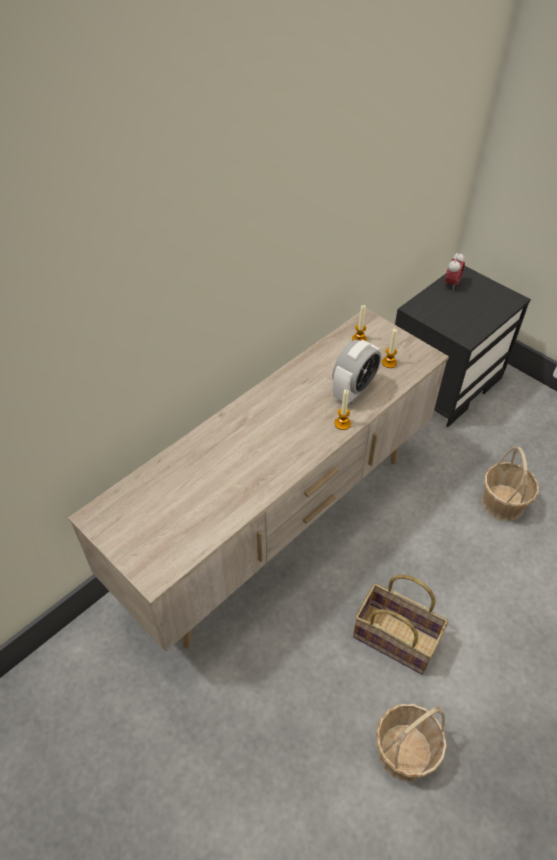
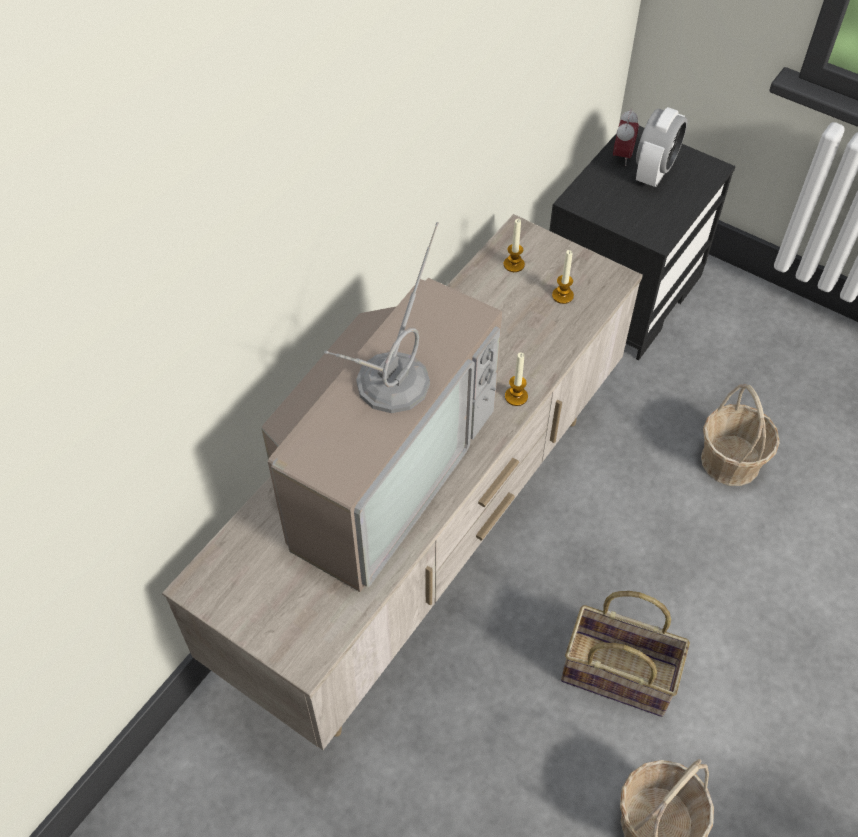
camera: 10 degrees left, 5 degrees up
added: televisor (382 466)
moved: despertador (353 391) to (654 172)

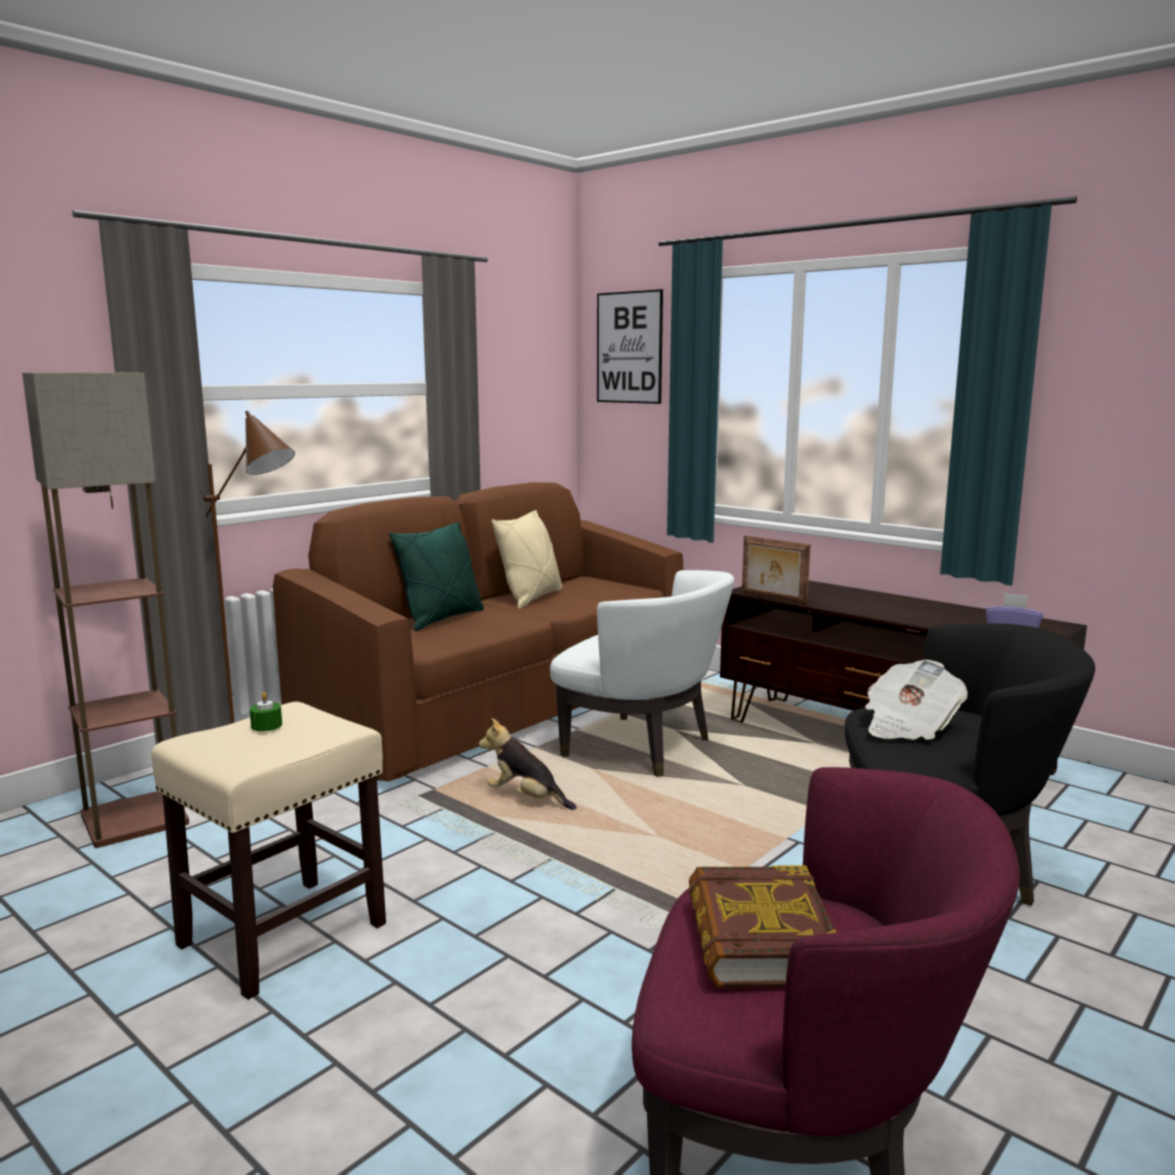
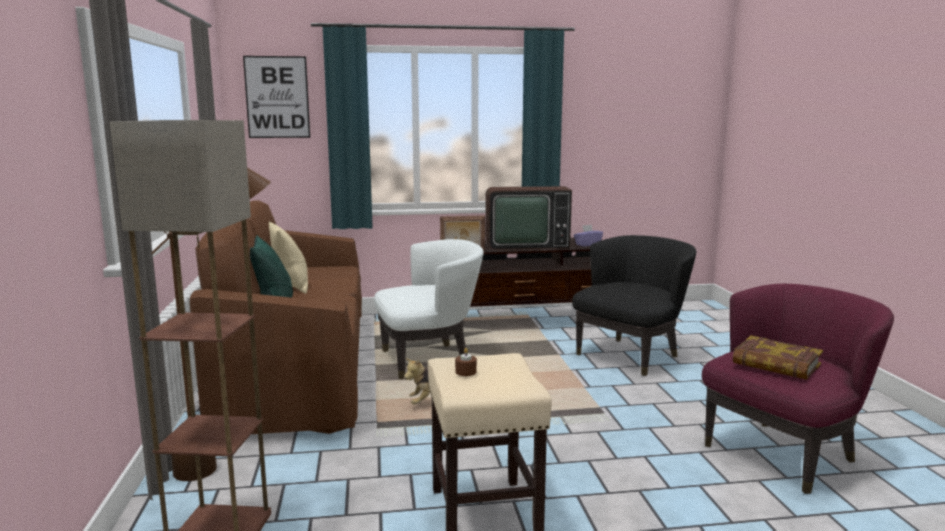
camera: 50 degrees left, 0 degrees up
removed: periódico (908 726)
added: televisor (525 244)
recoloured: vela [verde] (266 725) to vela [marrón] (466 372)

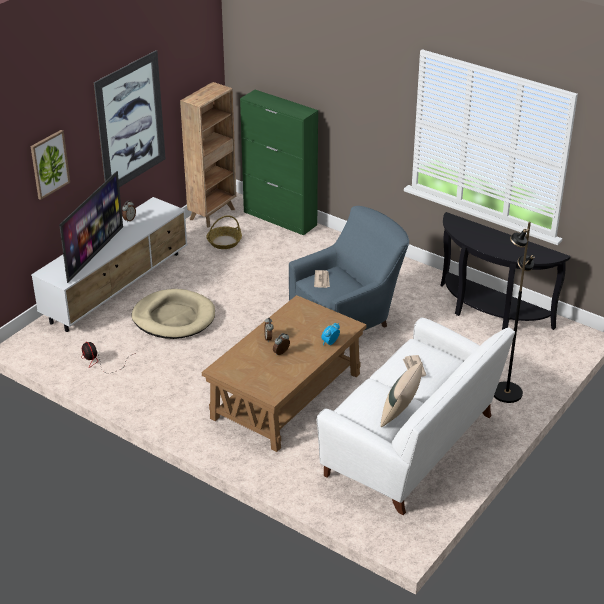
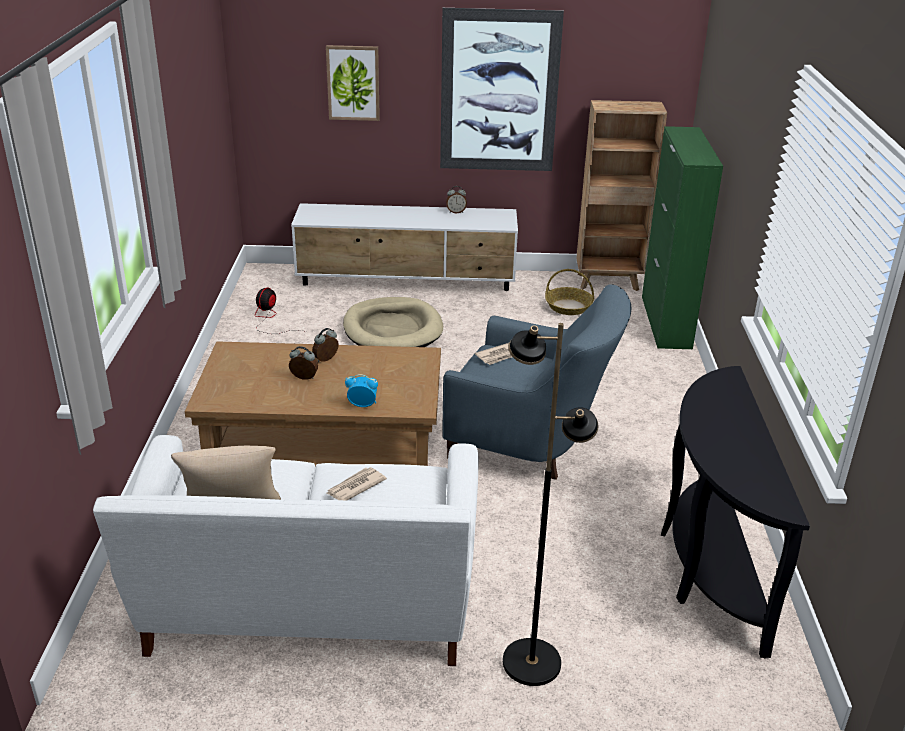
camera: 55 degrees right, 5 degrees down
removed: televisor (94 253)

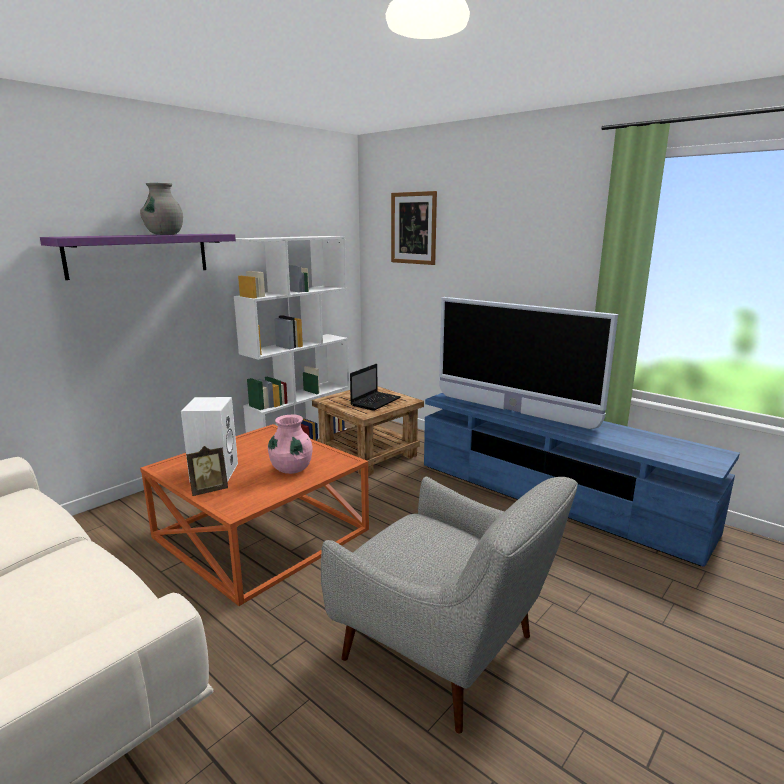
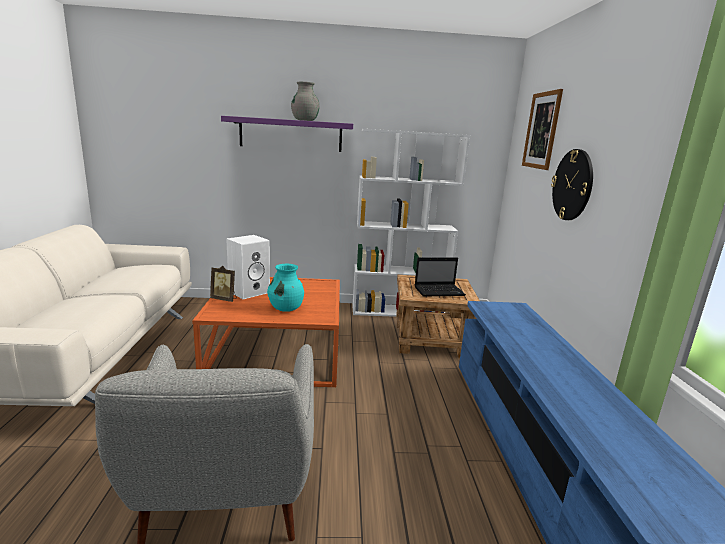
camera: 45 degrees right, 0 degrees up
removed: televisor (513 411)
added: reloj de pared (572 185)
recoloured: florero [rosa] (291 469) to florero [turquesa] (286 308)

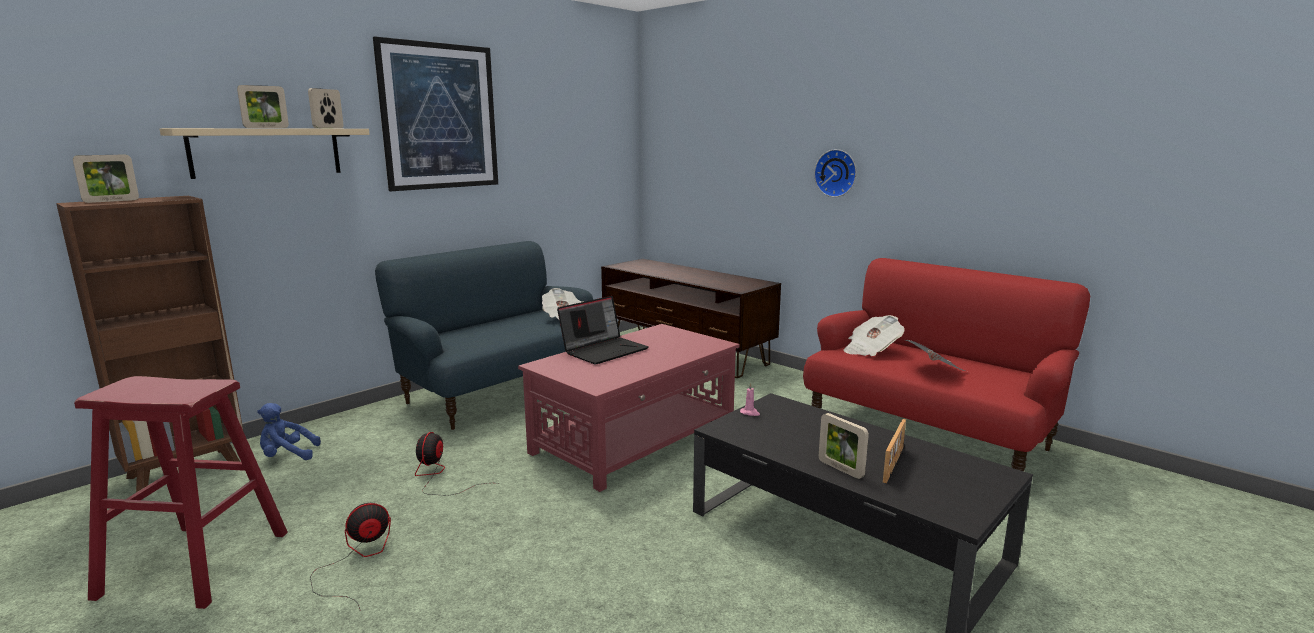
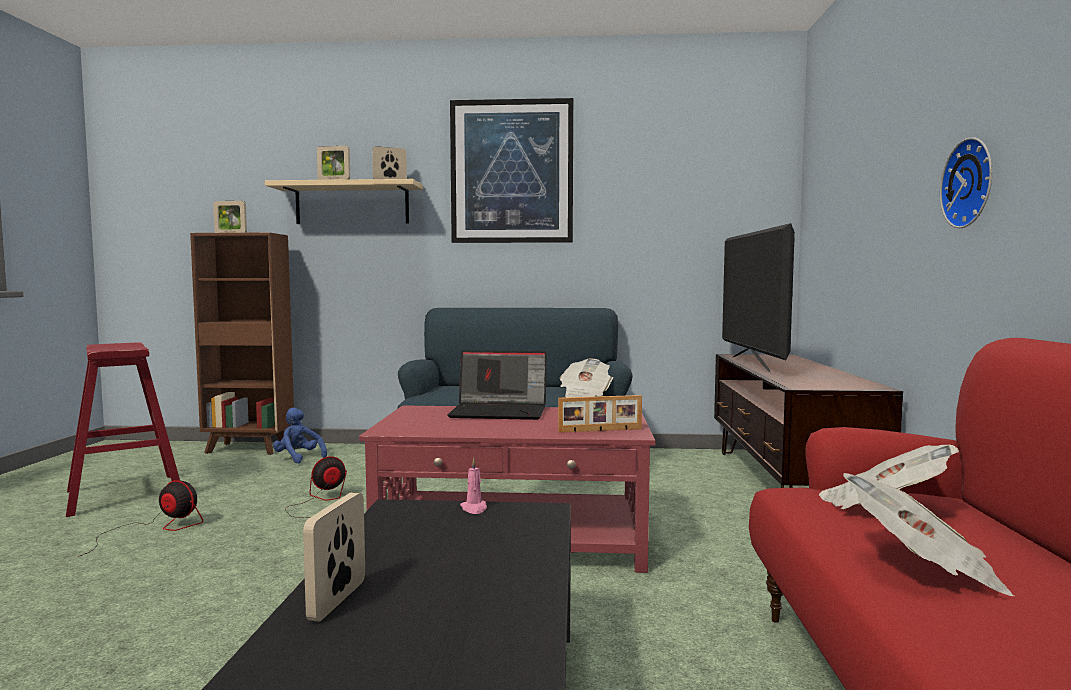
camera: 50 degrees right, 10 degrees down
added: televisor (751 364)
moved: portarretratos (894 465) to (600 430)

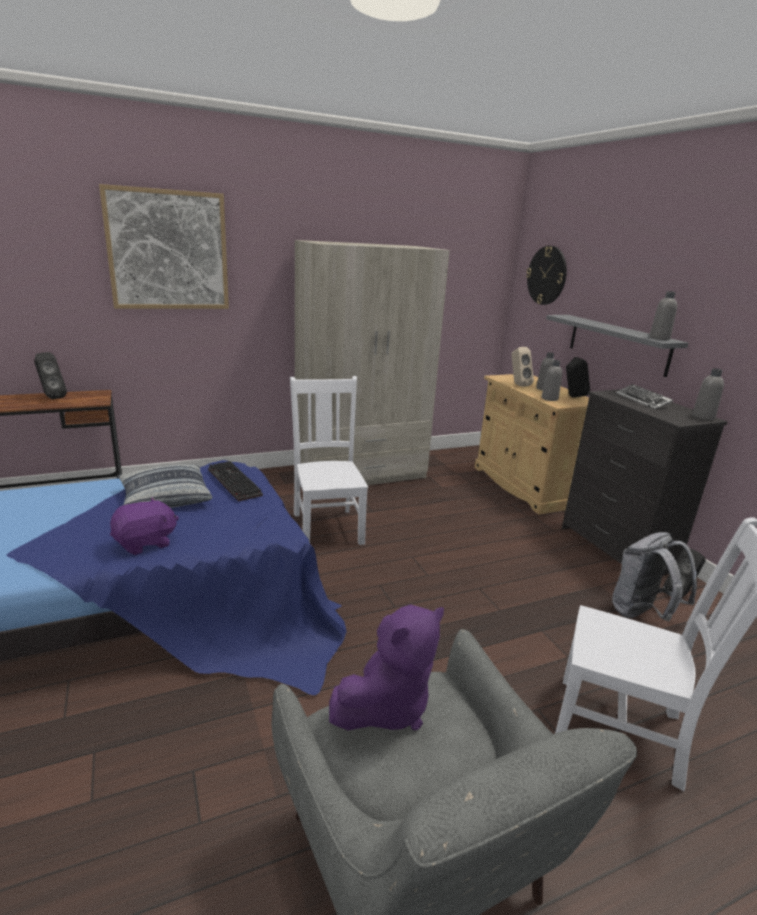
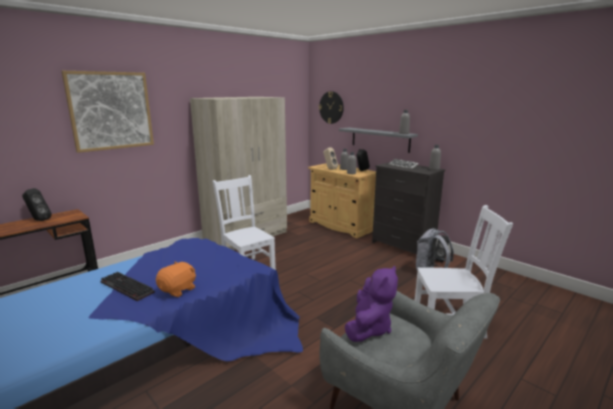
camera: 20 degrees left, 5 degrees down
removed: cojín (164 497)
moved: teclado (232 482) to (125 287)
recoloured: peluche [morado] (145 543) to peluche [naranja] (178 290)

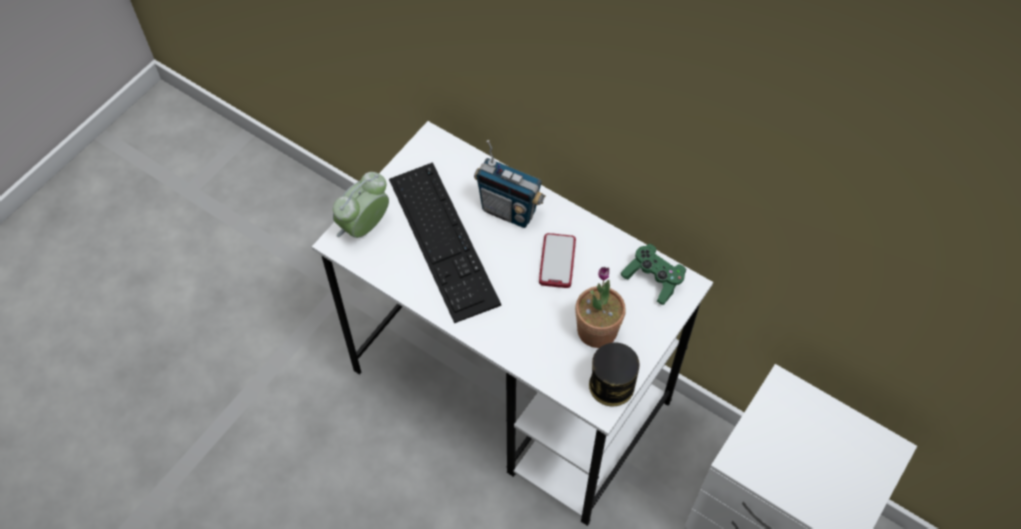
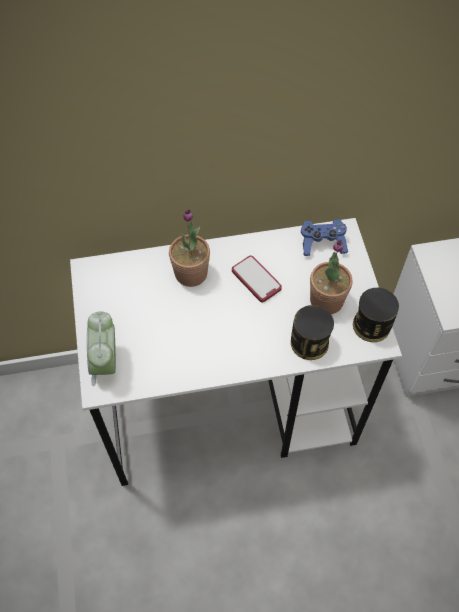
camera: 45 degrees left, 0 degrees up
removed: teclado (443 240)
added: lata (309 343)
replaced: radio (509 211) to planta en maceta (191 273)
recoloured: mando de consola [verde] (653 279) to mando de consola [azul] (322 243)

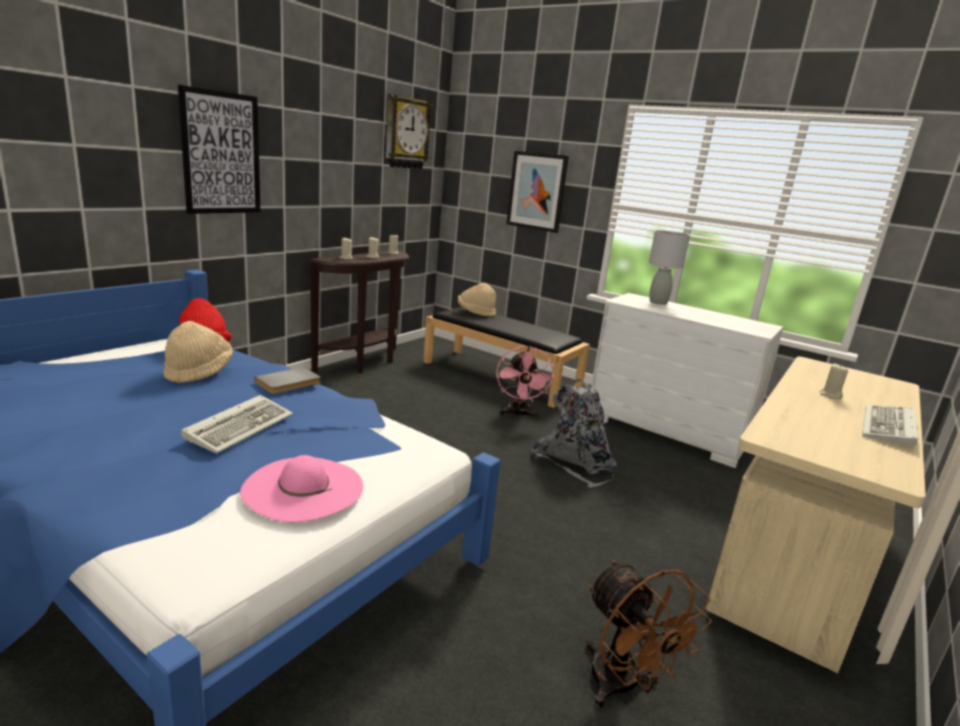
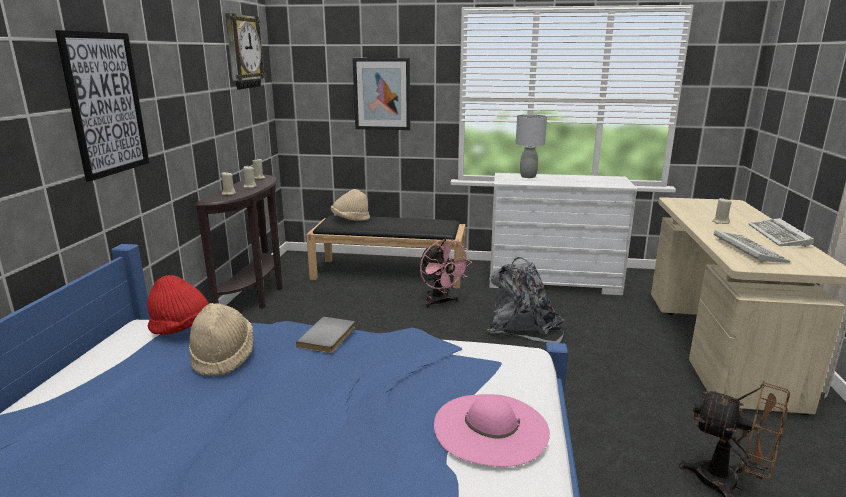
camera: 25 degrees left, 0 degrees up
moved: teclado (241 426) to (746 249)

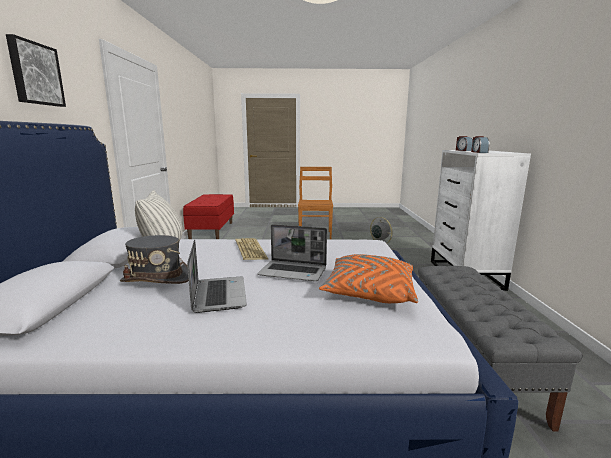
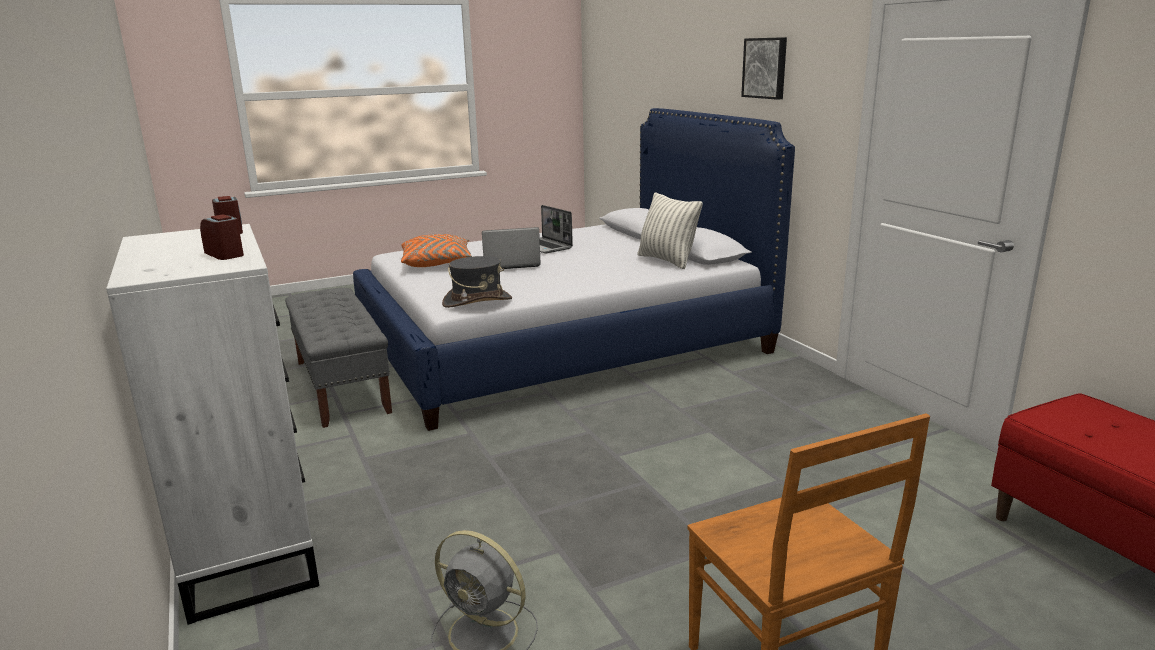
camera: 155 degrees right, 5 degrees up
removed: teclado (249 249)
moved: sombrero [gris] (157 279) to (477 301)

